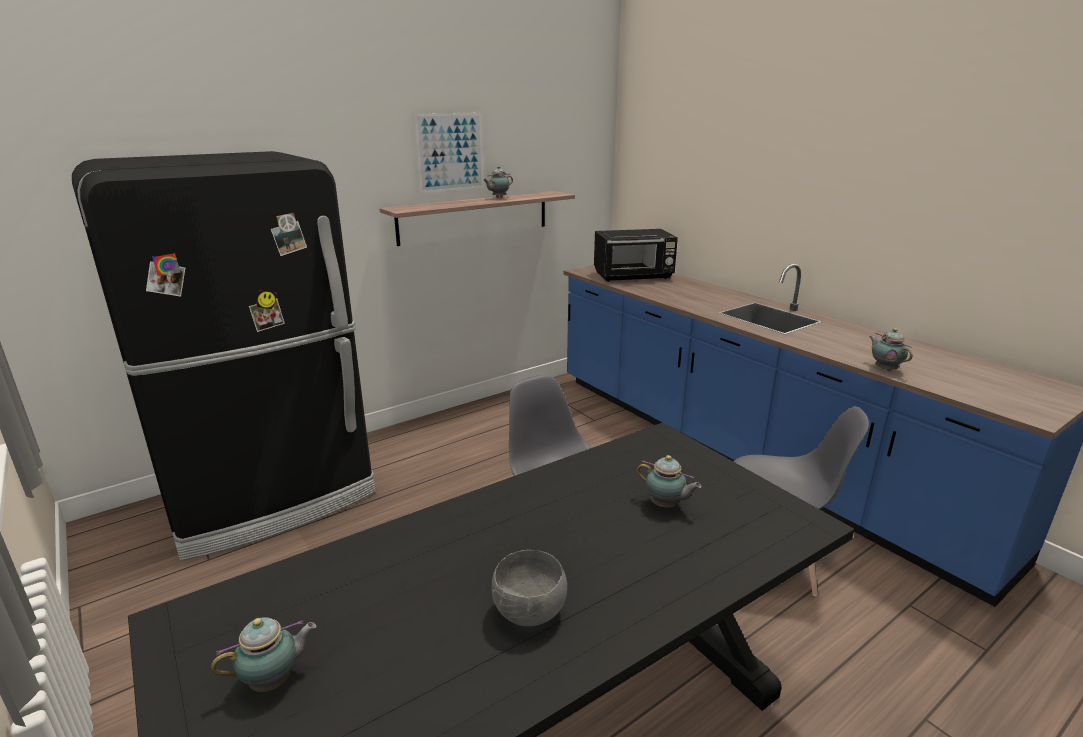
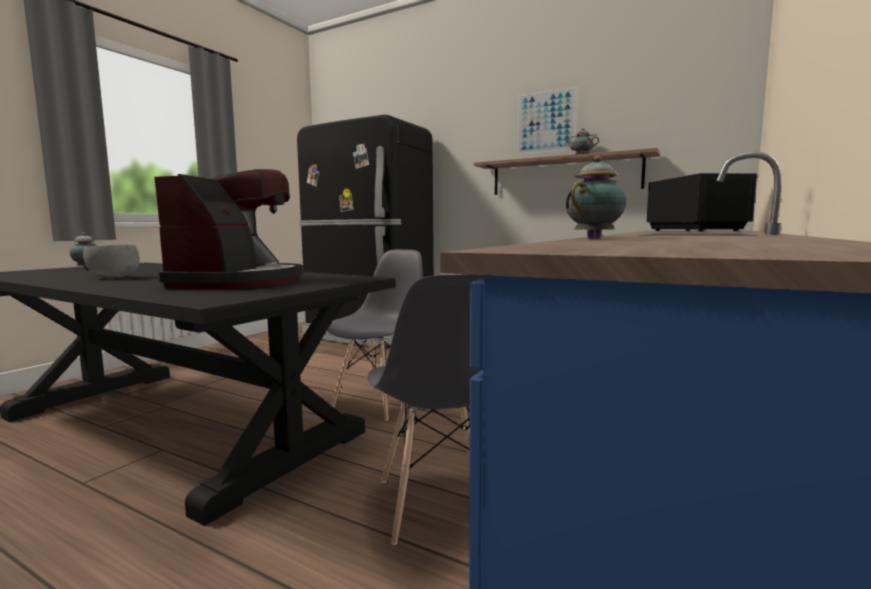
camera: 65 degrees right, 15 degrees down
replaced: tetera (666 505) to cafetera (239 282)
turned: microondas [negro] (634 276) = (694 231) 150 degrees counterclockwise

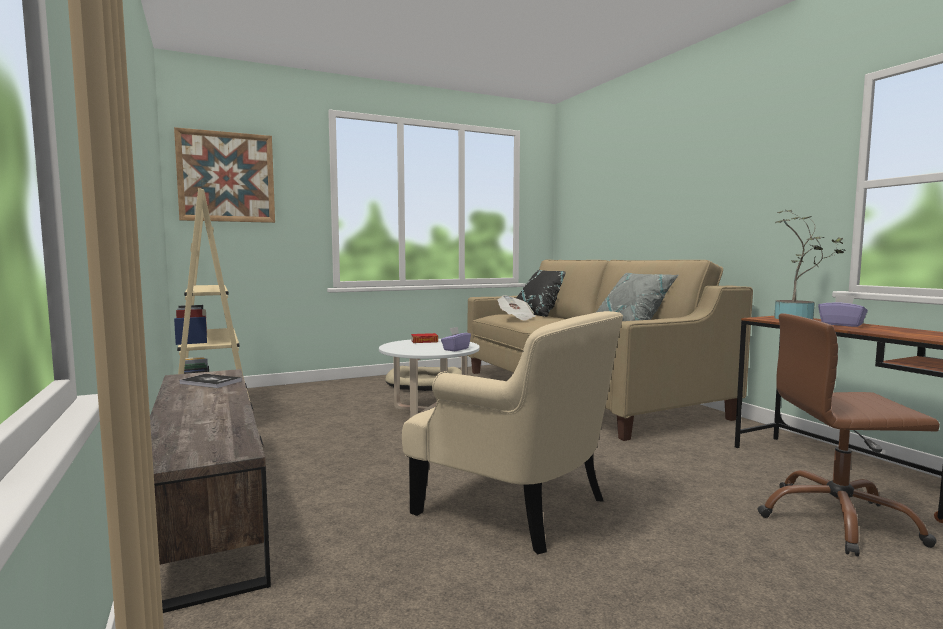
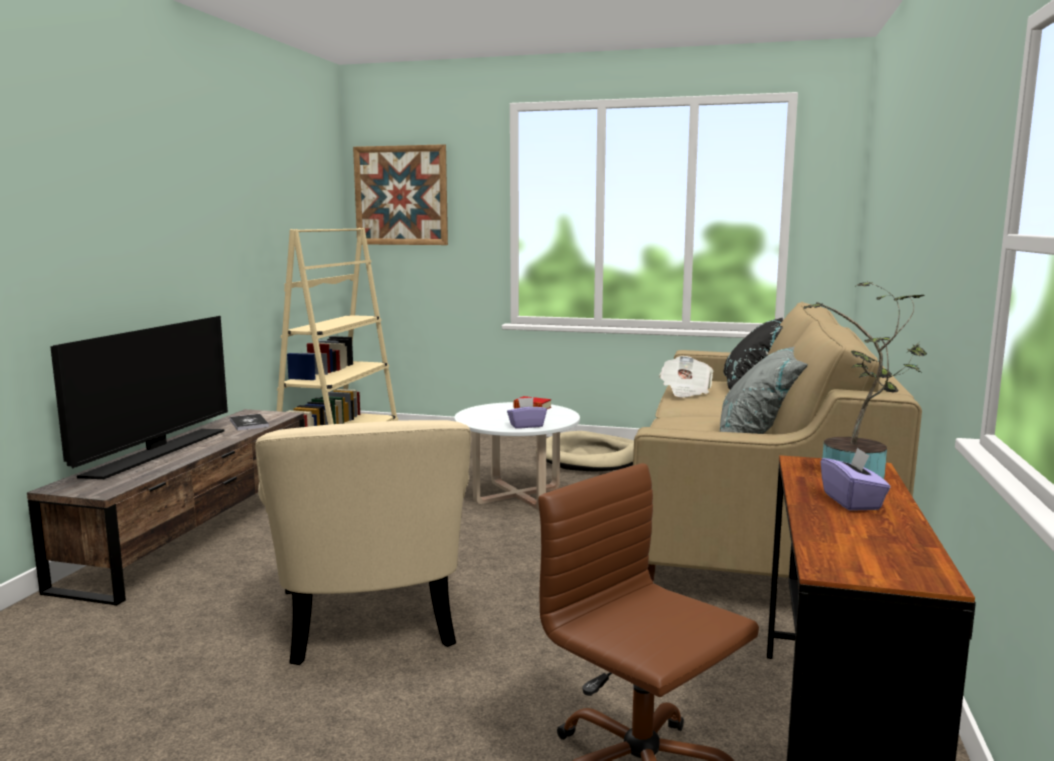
camera: 40 degrees right, 5 degrees up
added: televisor (157 453)

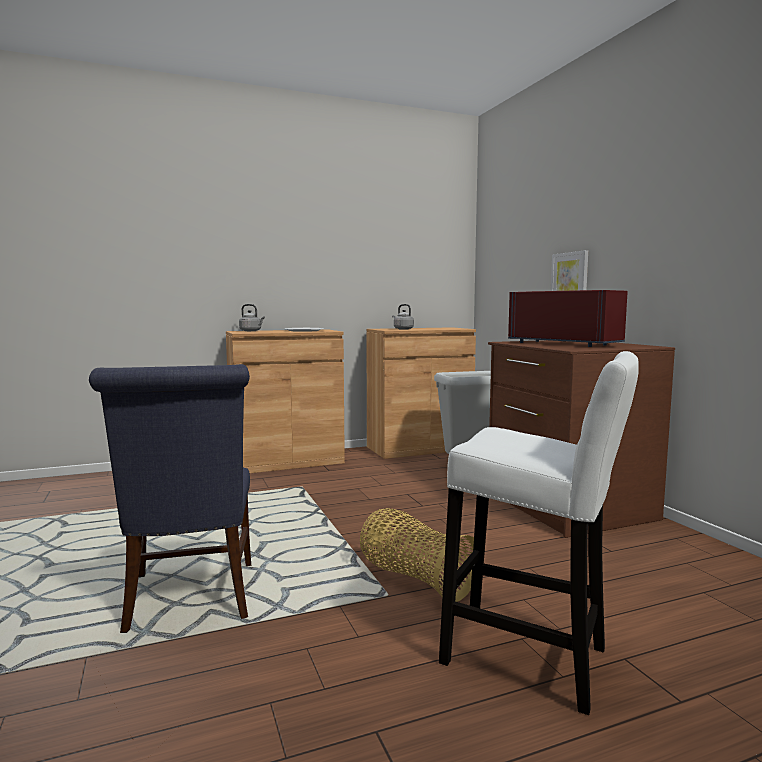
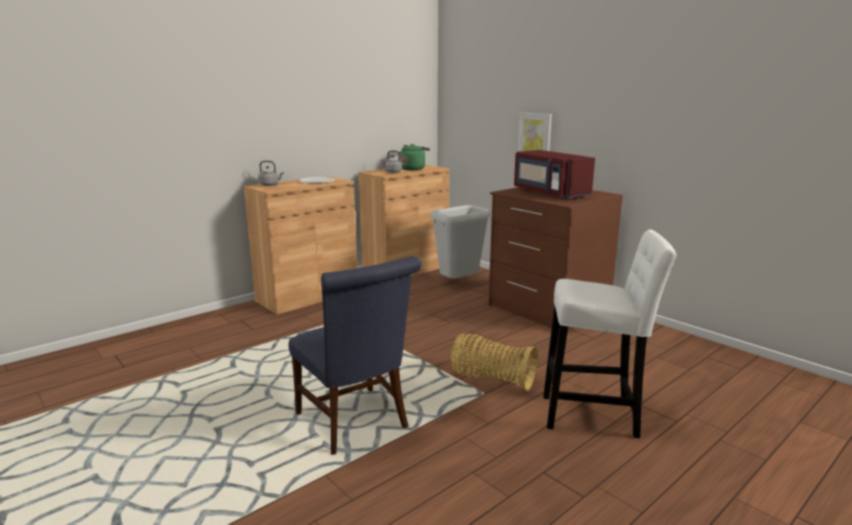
camera: 20 degrees left, 10 degrees up
added: hervidor [verde] (413 169)
turned: microondas [rojo] (565 344) = (549 193) 150 degrees counterclockwise

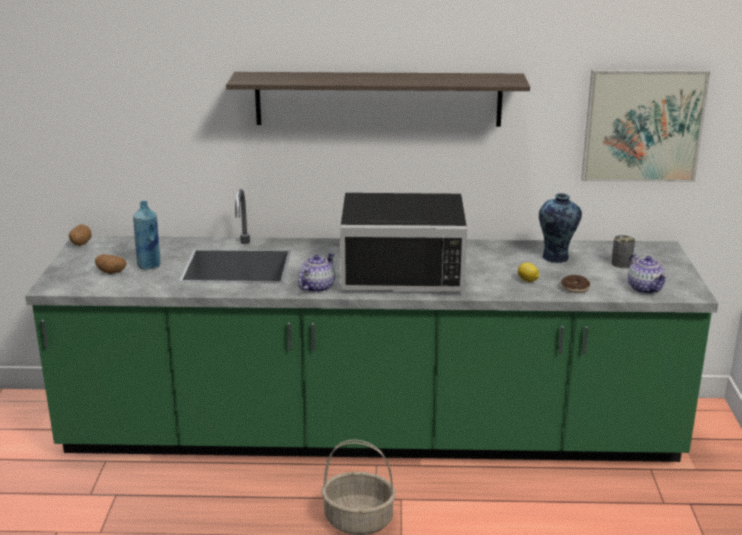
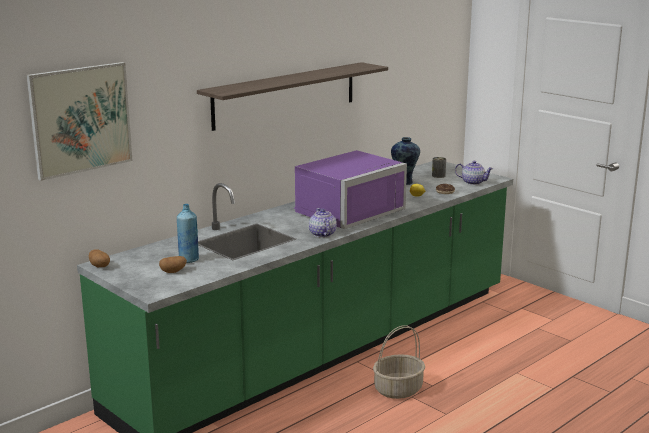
camera: 45 degrees left, 5 degrees down
moved: cuadro (643 125) to (80 119)
recoloured: microondas [negro] (403 270) to microondas [morado] (345 211)

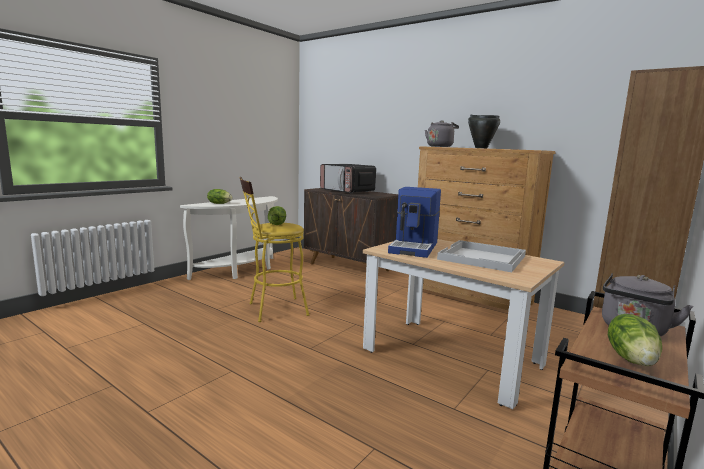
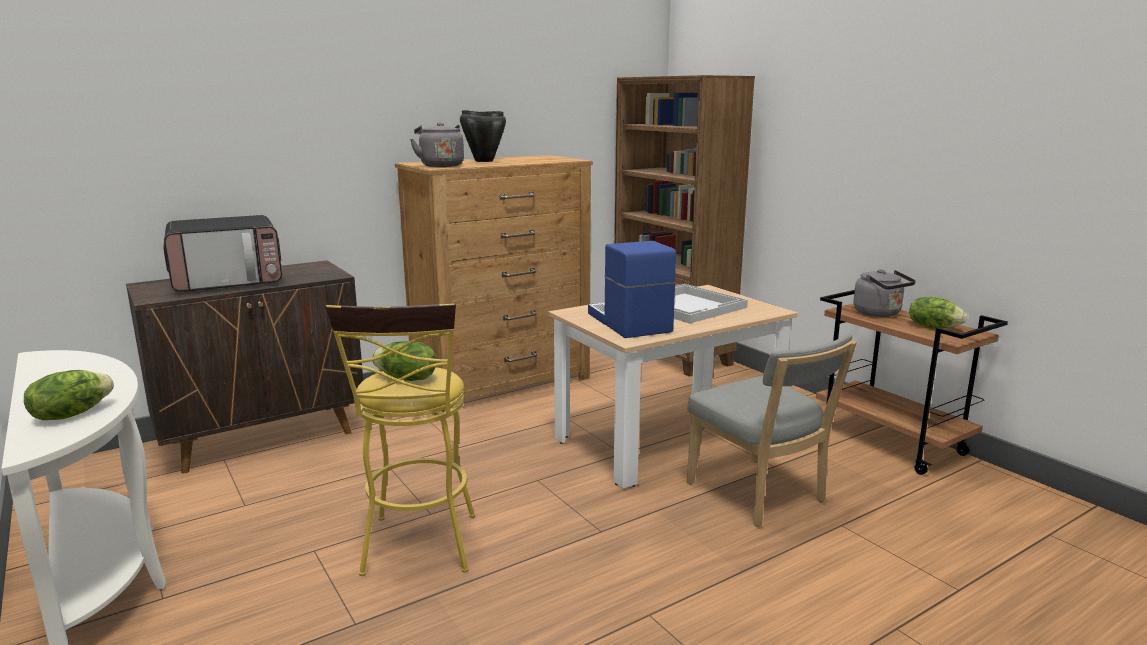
camera: 70 degrees left, 5 degrees up
added: silla [gris] (759 495)
turned: cafetera (415 248) = (628 323) 150 degrees counterclockwise

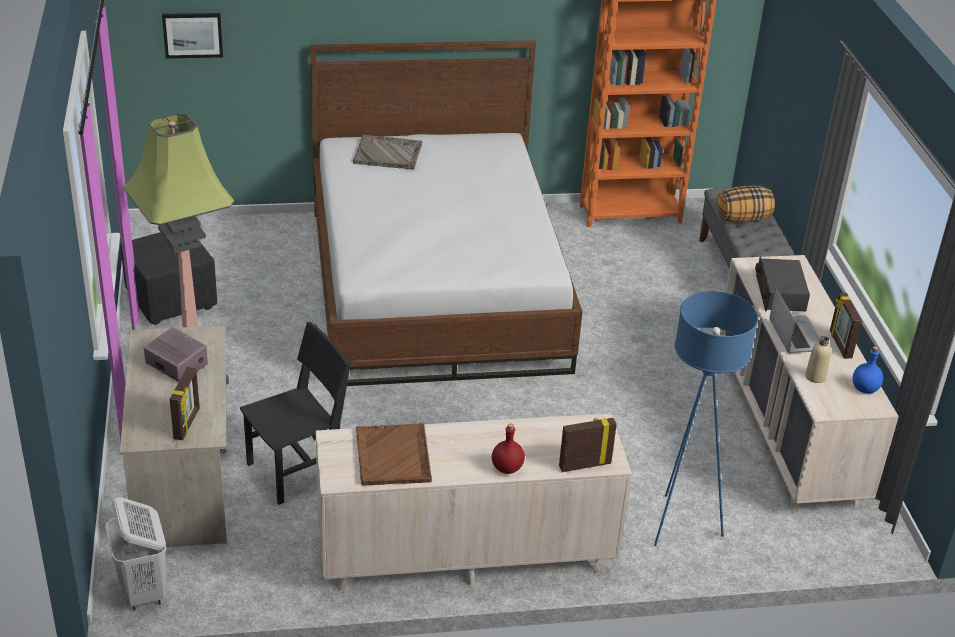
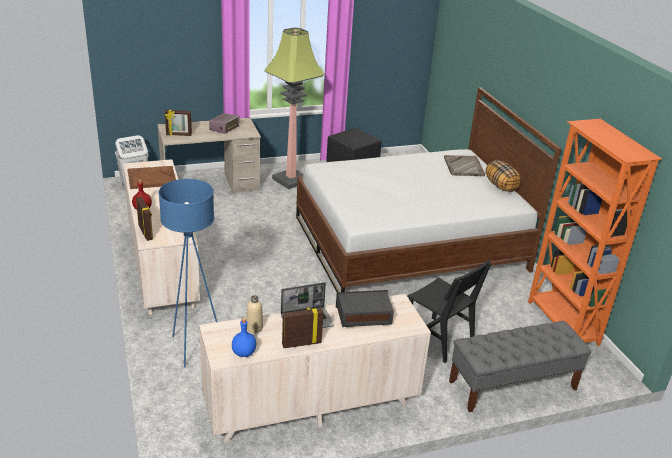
camera: 80 degrees right, 5 degrees down
removed: cuadro (192 34)
moved: silla [negro] (298 470) to (438 339); cojín (743 218) to (501 186)

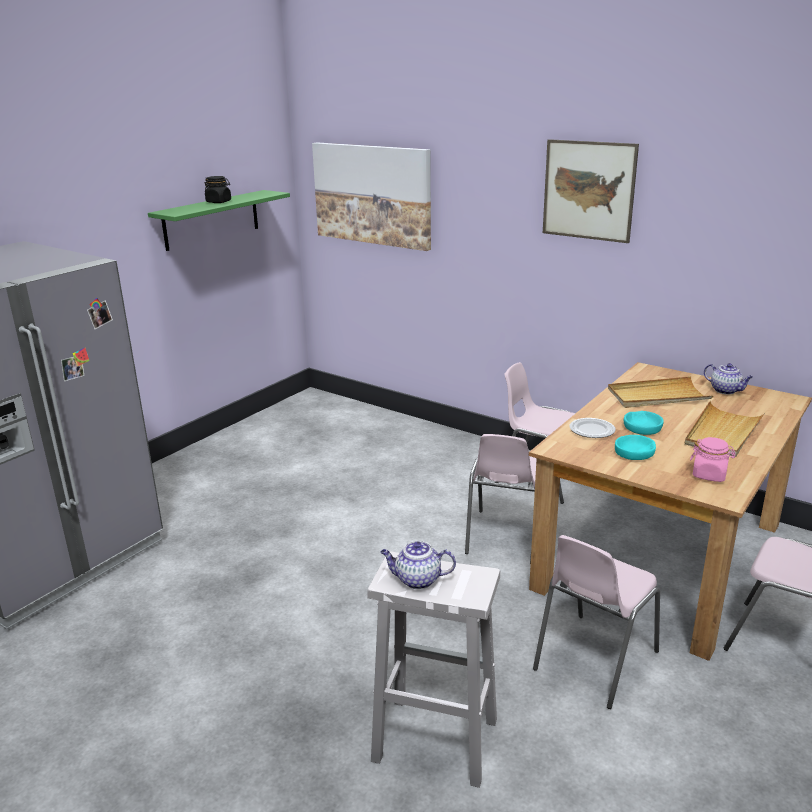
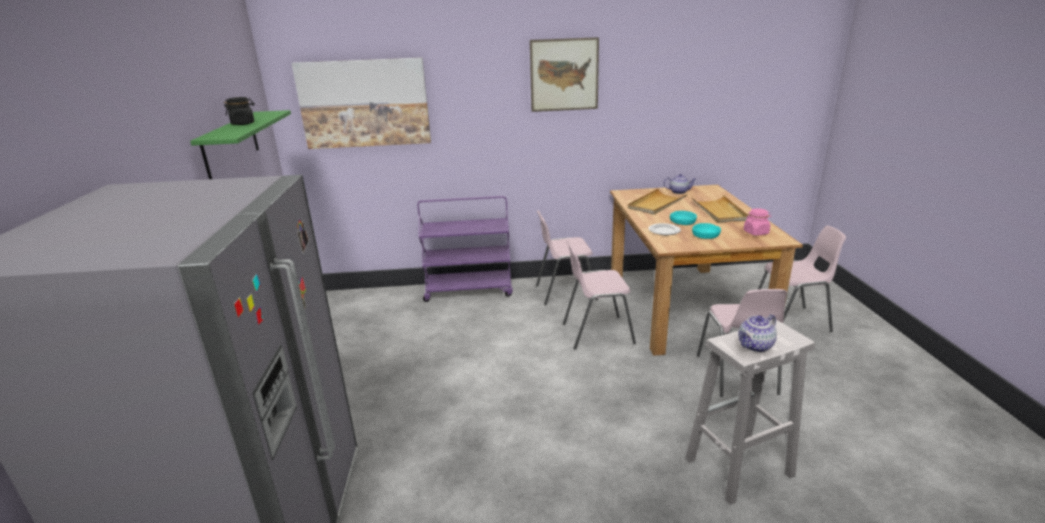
camera: 40 degrees left, 0 degrees up
added: carrito [morado] (469 290)
turned: silla [rosa] (505 537) = (596 333) 105 degrees clockwise

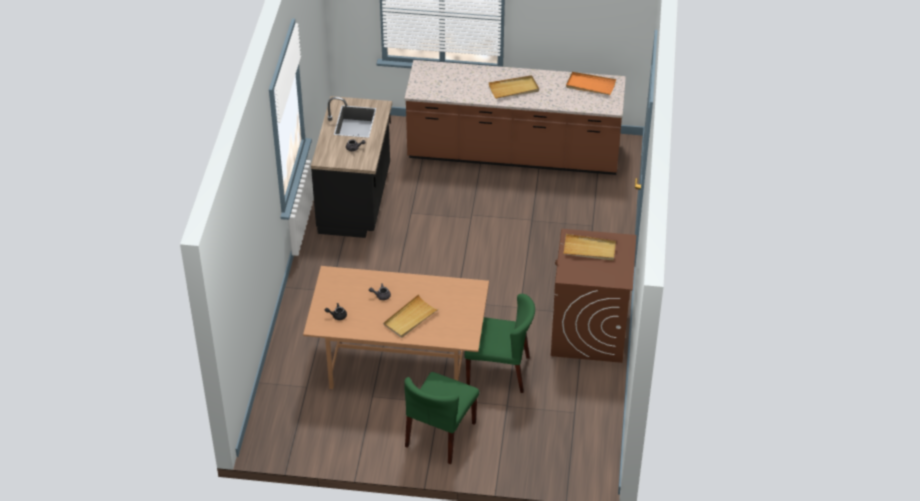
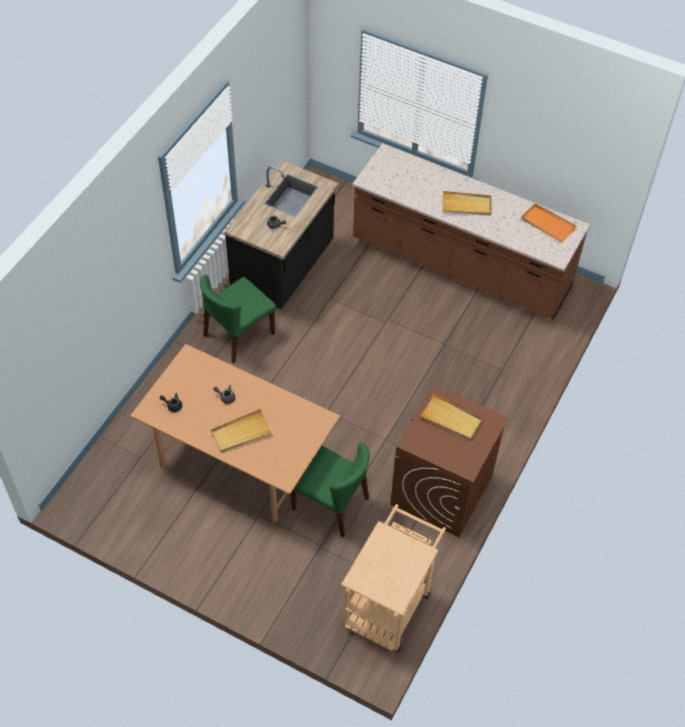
camera: 20 degrees right, 10 degrees up
added: carrito [beis] (390 602)
moved: silla [verde] (440 435) to (238 335)

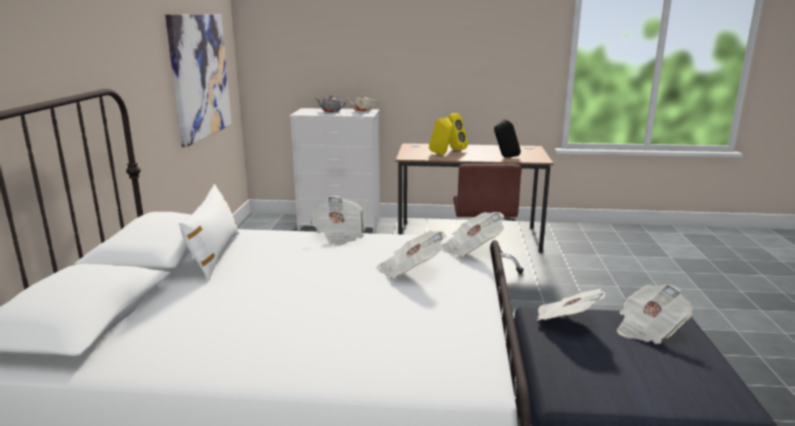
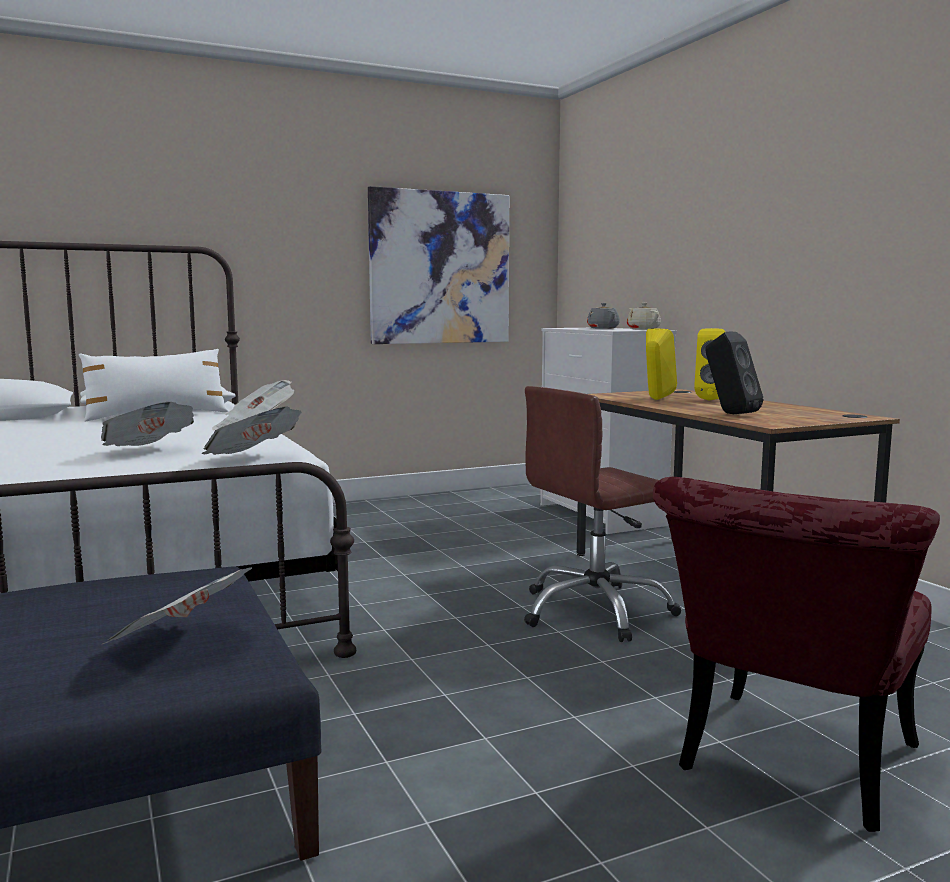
camera: 60 degrees right, 10 degrees down
removed: periódico (566 320)
added: silla [rojo] (790 769)

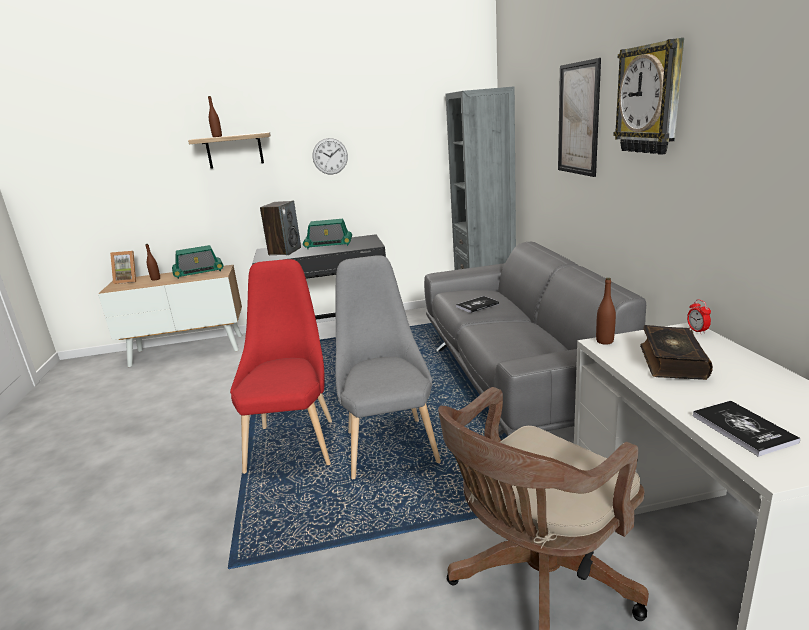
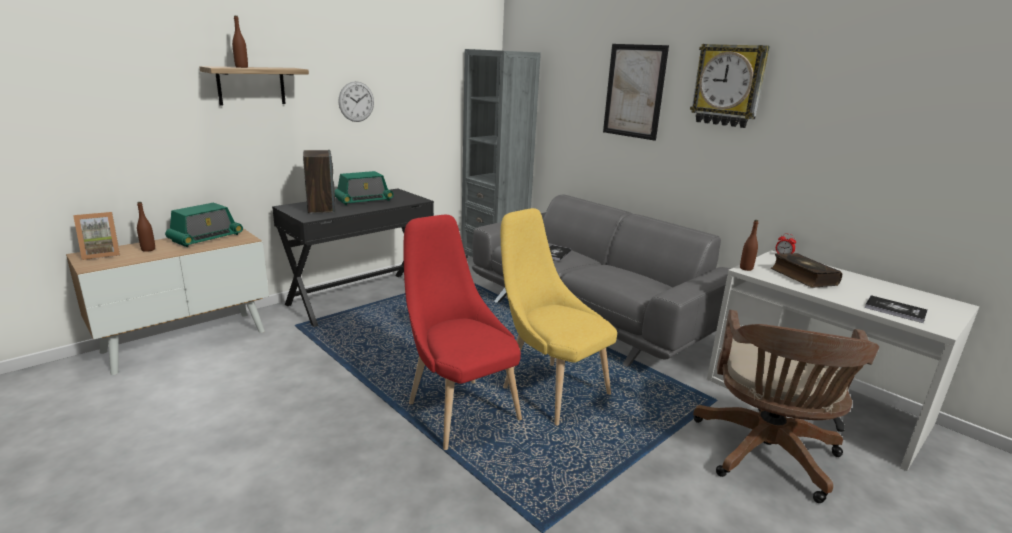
camera: 35 degrees left, 0 degrees up
recoloured: silla [gris] (388 443) to silla [amarillo] (549 388)

